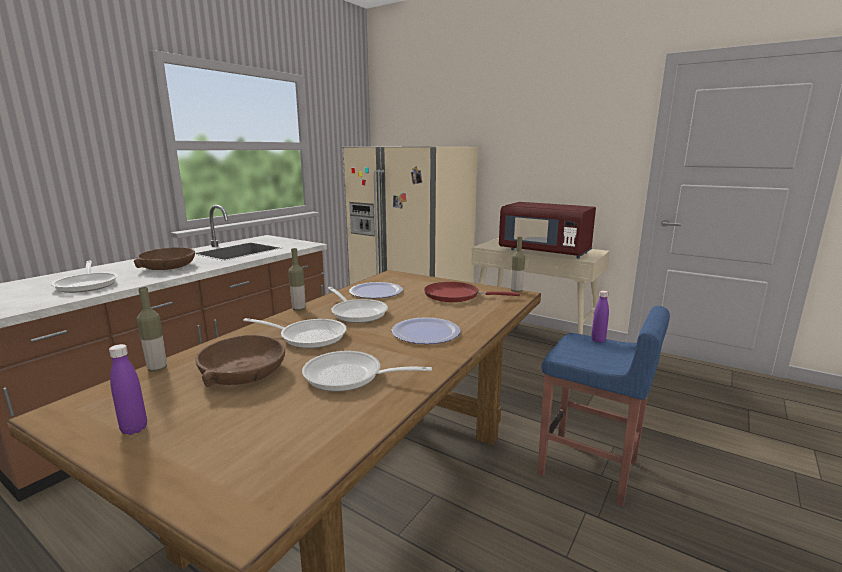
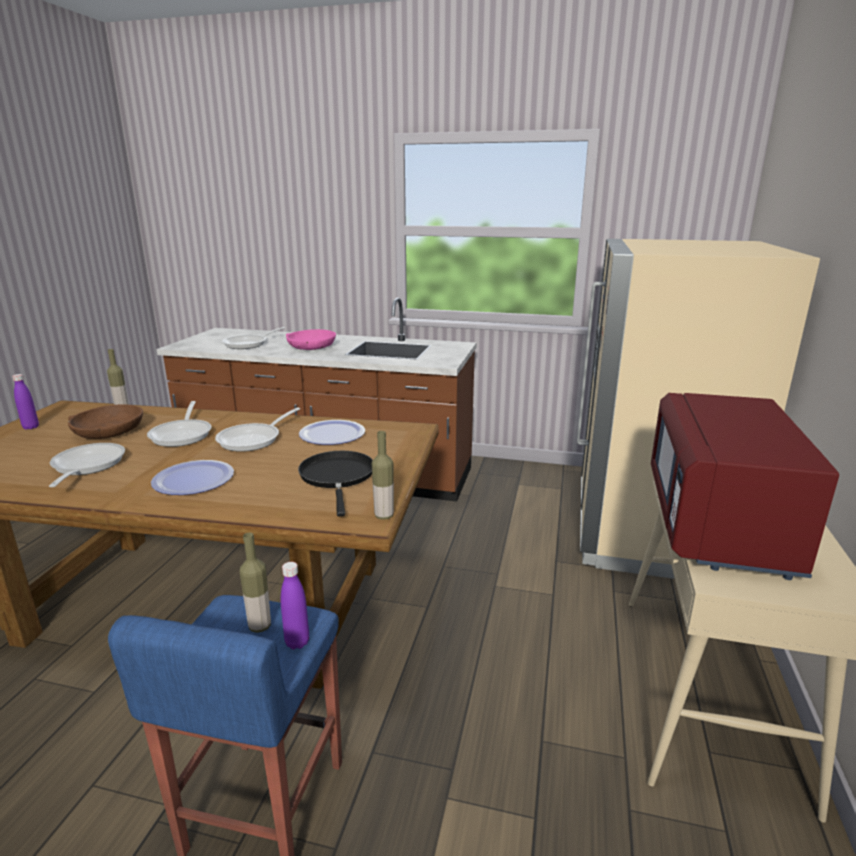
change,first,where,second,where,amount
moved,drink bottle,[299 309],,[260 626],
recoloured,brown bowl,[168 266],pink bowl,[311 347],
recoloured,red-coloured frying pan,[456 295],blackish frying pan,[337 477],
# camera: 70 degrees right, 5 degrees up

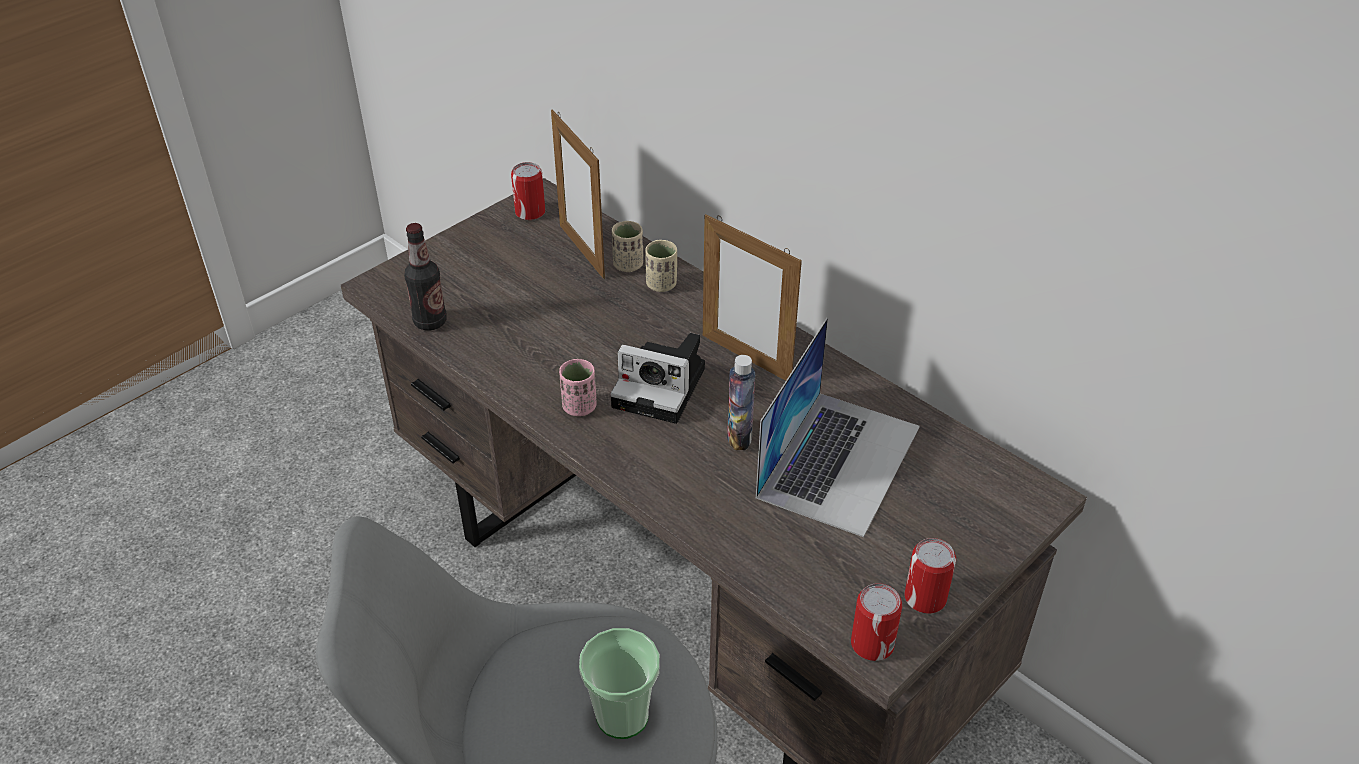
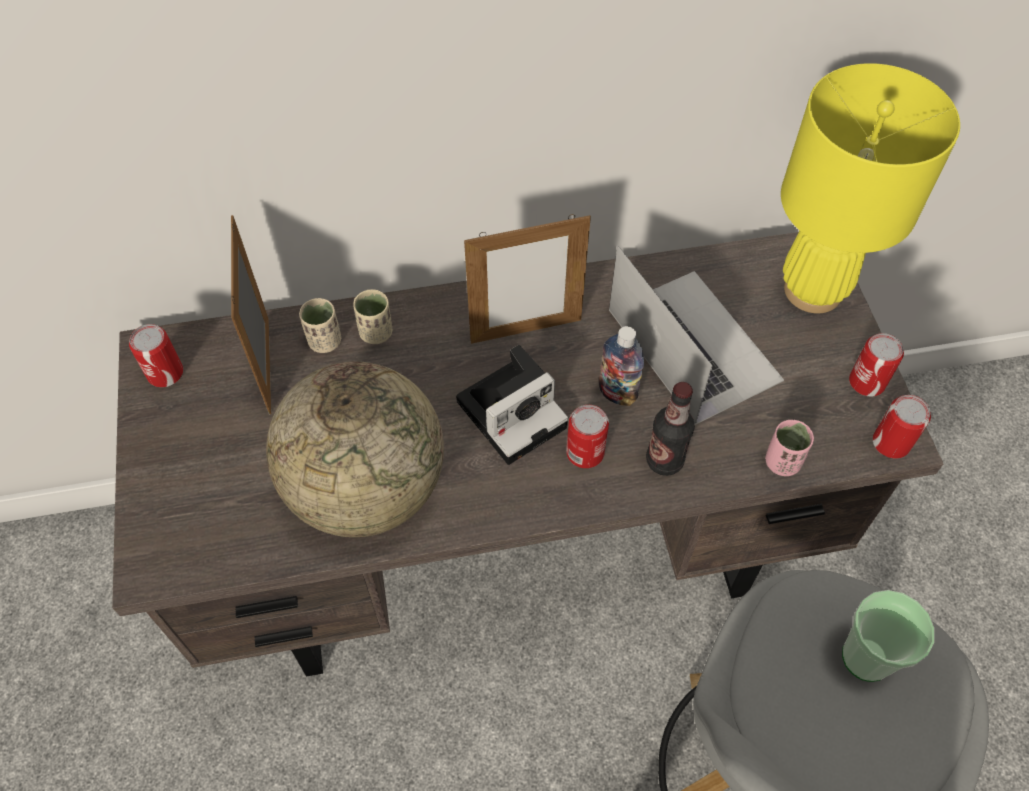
change,first,where,second,where,amount
added,,,globe,[366 489],
added,,,sealed can,[585 452],
added,,,yellowish table lamp,[813 290],
moved,drink bottle,[430 322],,[664 461],
moved,pink cup,[579 407],,[782 462],
turned,photo frame,[582 251],,[269 365],75 degrees clockwise
# camera: 55 degrees left, 15 degrees up

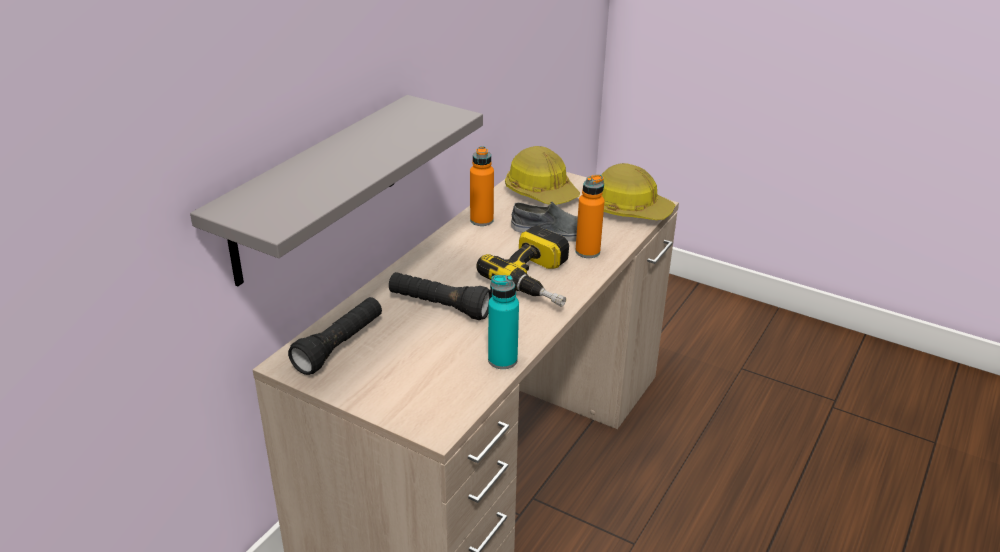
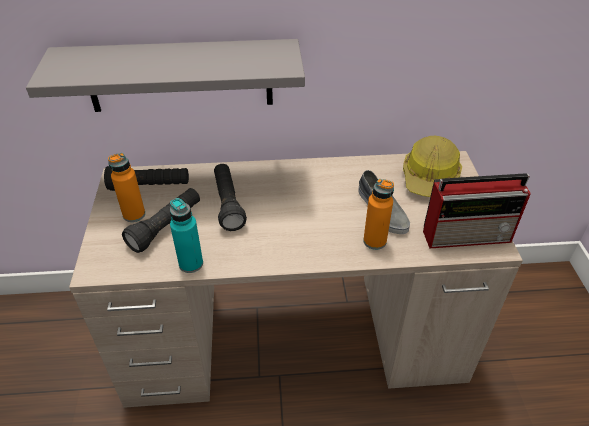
change,first,where,second,where,amount
removed,power drill,[539 280],,,
added,,,blackish hand torch,[166 227],
moved,orange drink bottle,[481 220],,[134 214],
replaced,safety helmet,[629 209],radio,[468 235],
# camera: 55 degrees right, 10 degrees up

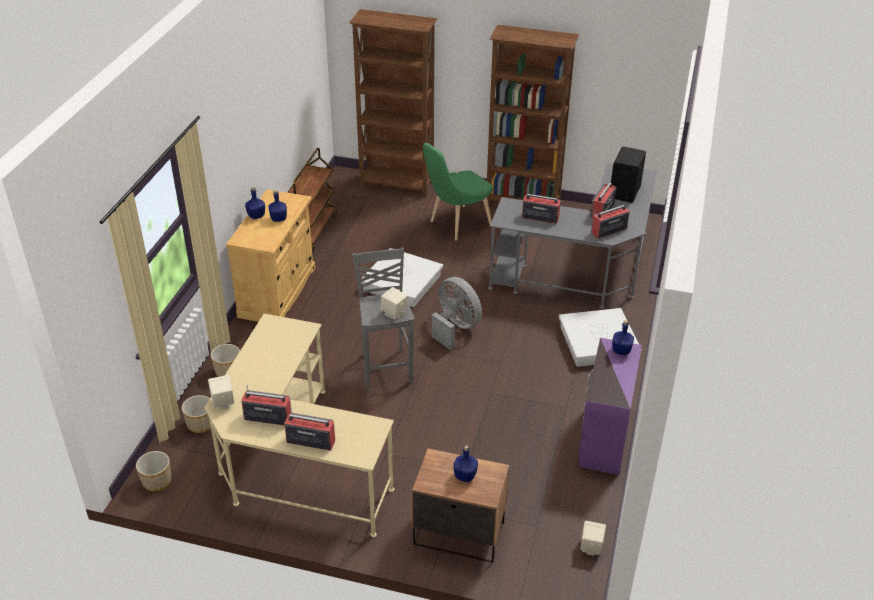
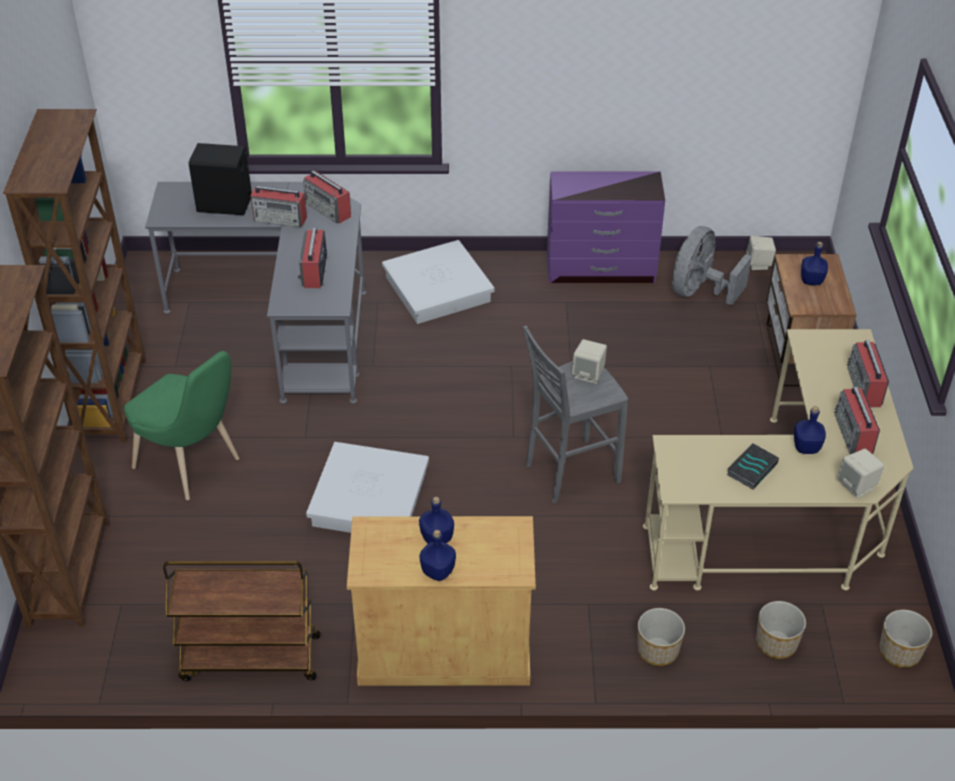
change,first,where,second,where,amount
added,,,book,[751 468],
moved,gray electric fan,[455 328],,[699 291],
moved,blue-coloured drink bottle,[621 351],,[806 447],
# camera: 105 degrees left, 5 degrees up

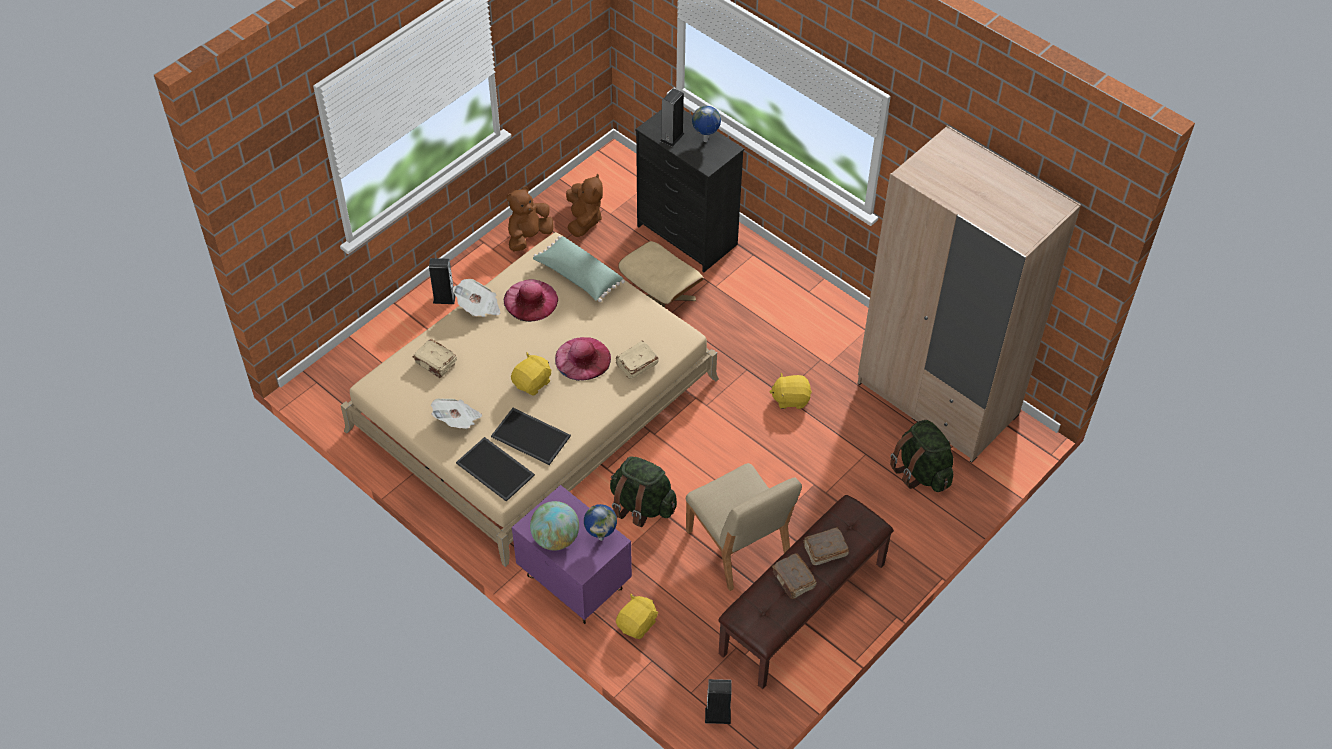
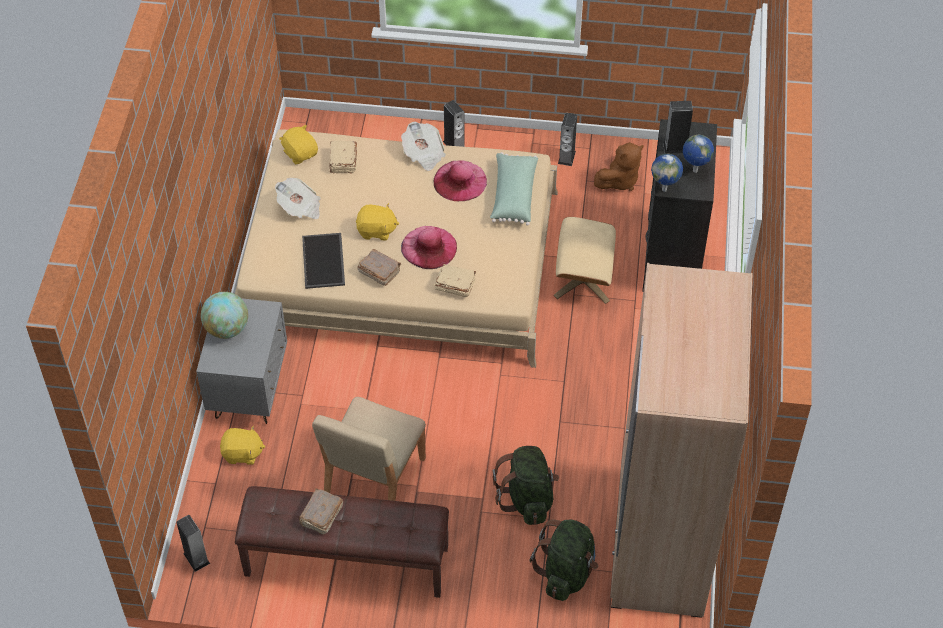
change,first,where,second,where,amount
removed,serving tray,[496 469],,,
moved,globe,[601 537],,[665 189],
moved,greenish backpack,[641 505],,[527 499],
moved,yellowish plush toy,[790 399],,[300 153],
moved,brown book,[824 551],,[379 272],
replaced,brown plush toy,[528 237],audio speaker,[566 157],
recoloured,purplish nightstand,[574 583],gray nightstand,[249 390],
# camera: 55 degrees right, 0 degrees up

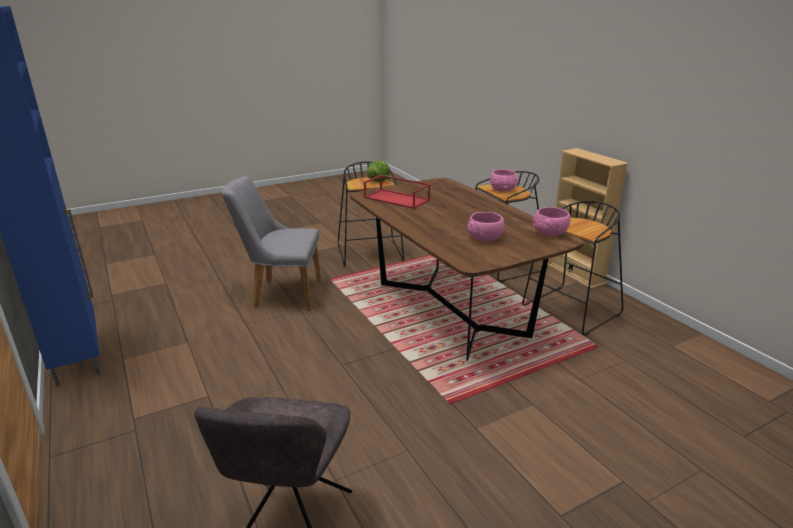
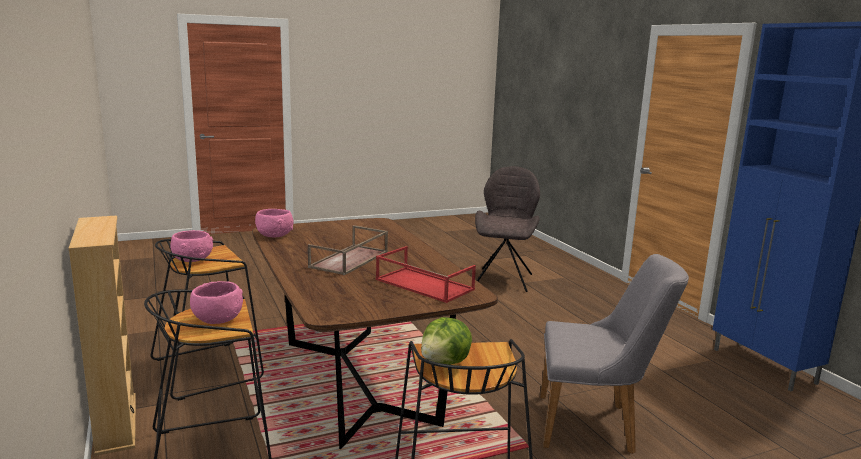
change,first,where,second,where,amount
added,,,brown serving tray,[349 260],
moved,pink bowl,[484 239],,[193 259],
# camera: 175 degrees left, 10 degrees down

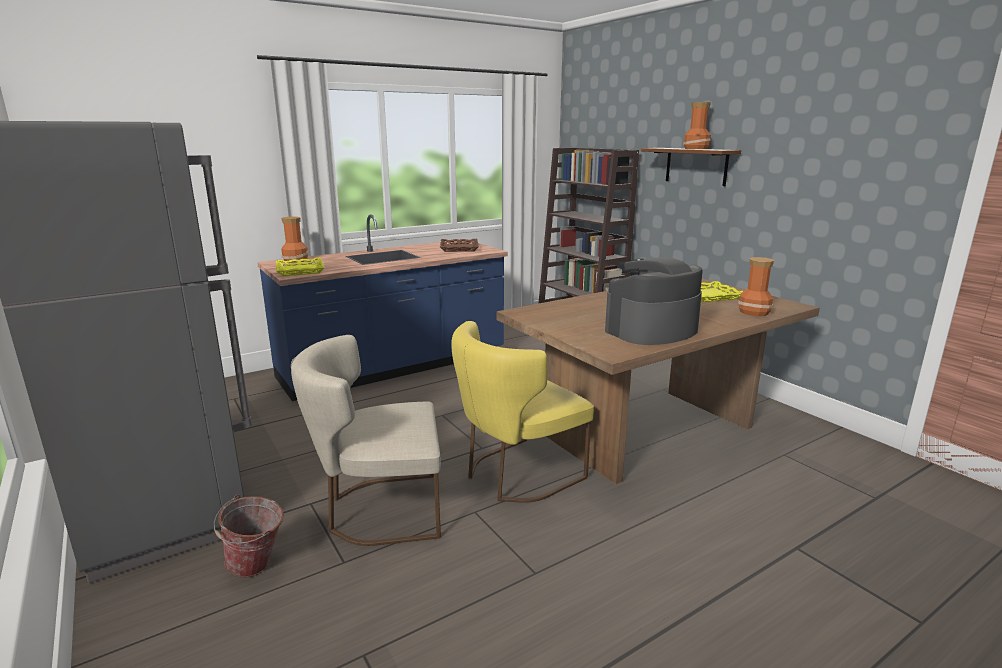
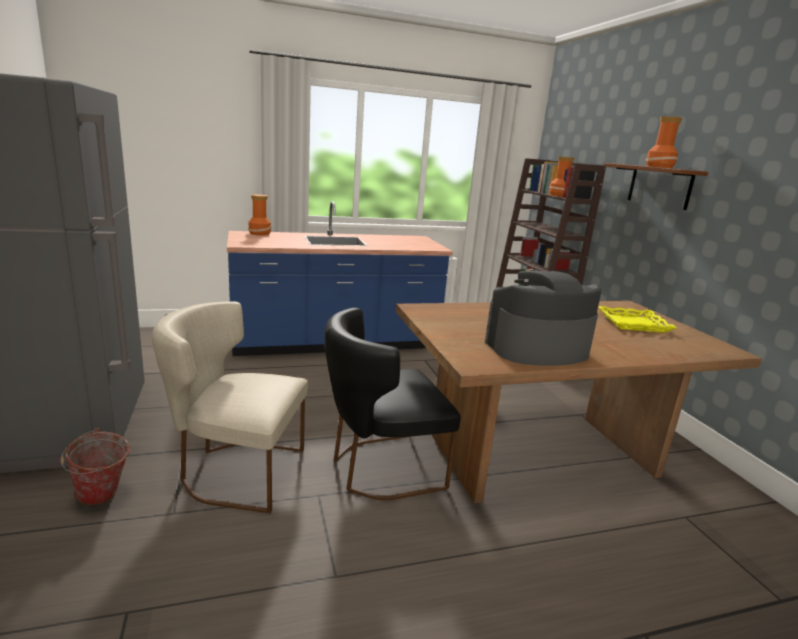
change,first,where,second,where,amount
removed,yellowish serving tray,[300 270],,,
removed,brown serving tray,[459 248],,,
moved,decorative vase,[753 312],,[559 195],
recoloured,yellowish plain chair,[516 475],blackish plain chair,[380 468],
# camera: 15 degrees right, 0 degrees up

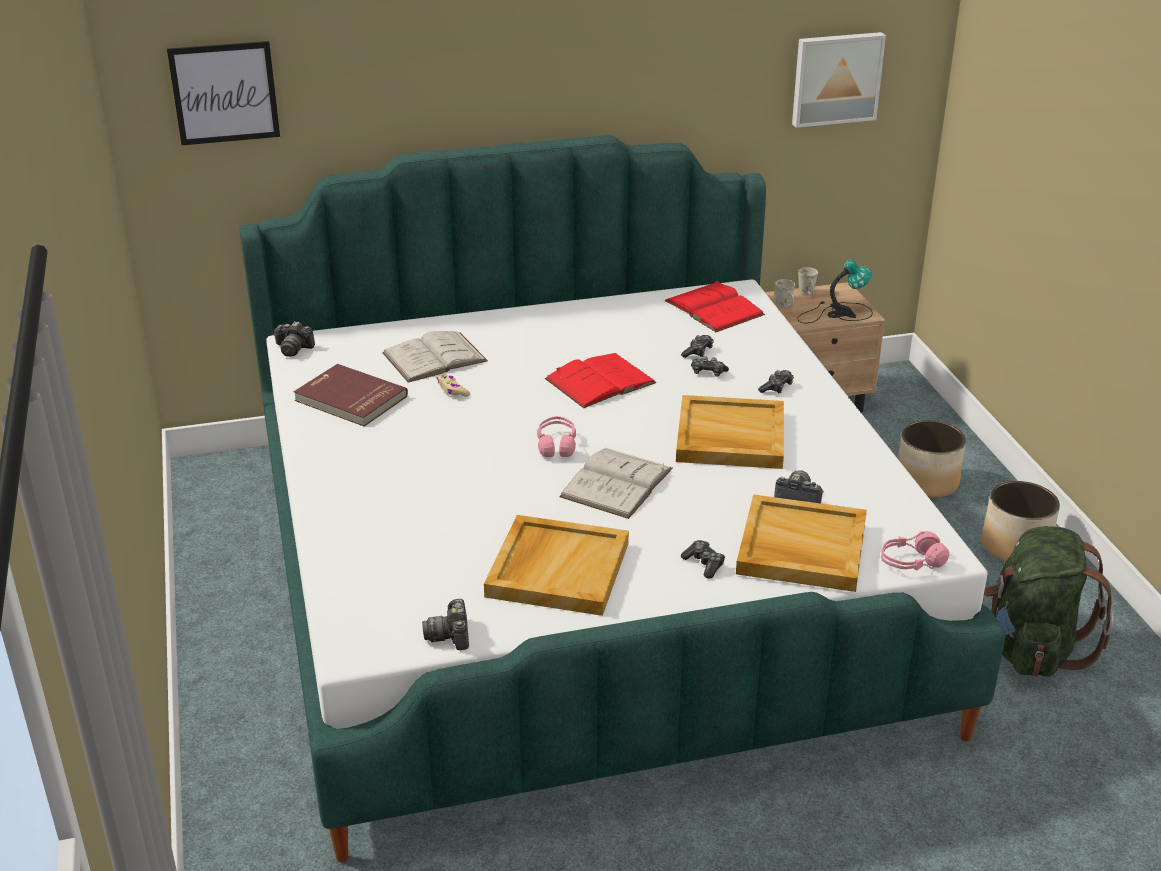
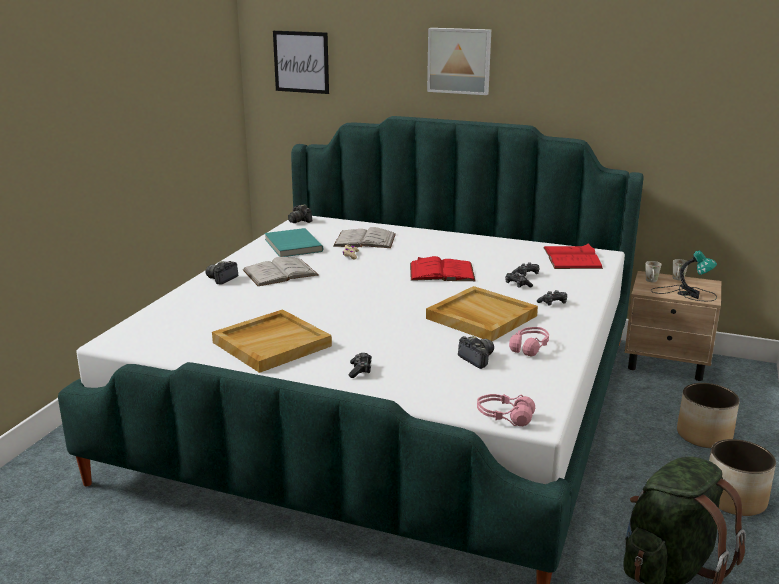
change,first,where,second,where,amount
removed,beige-coloured serving tray,[800 548],,,
moved,photo camera,[450 635],,[222 279],
moved,pink headphones,[556 445],,[529 348],
moved,white-coloured book,[616 482],,[280 272],
moved,wall art,[836 78],,[459 60],
recoloured,red-coloured book,[350 399],turquoise book,[292 245],
# camera: 35 degrees right, 10 degrees down

